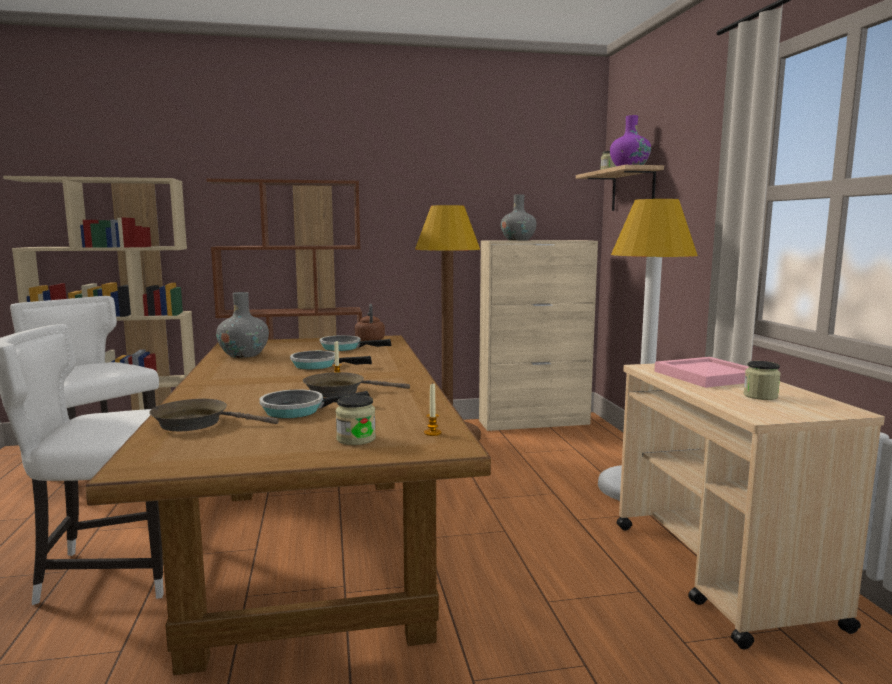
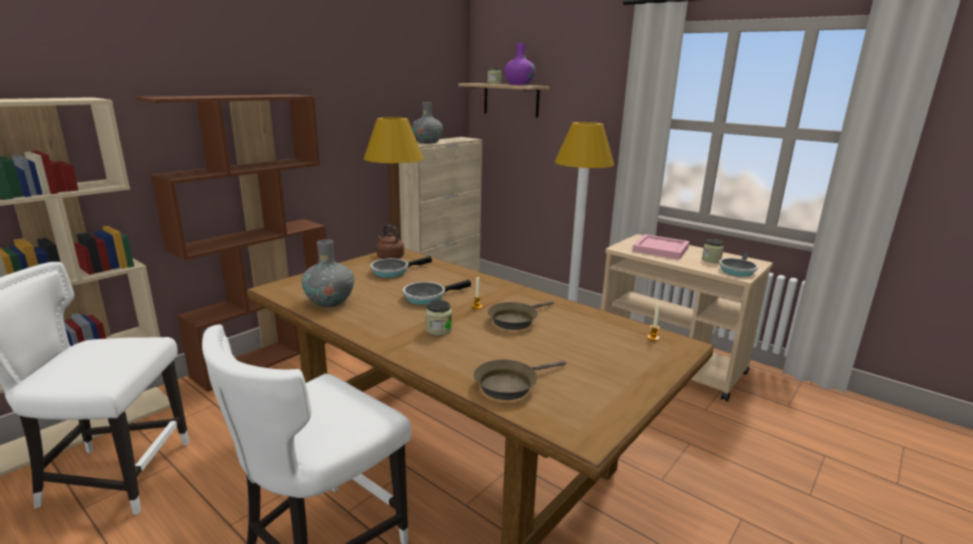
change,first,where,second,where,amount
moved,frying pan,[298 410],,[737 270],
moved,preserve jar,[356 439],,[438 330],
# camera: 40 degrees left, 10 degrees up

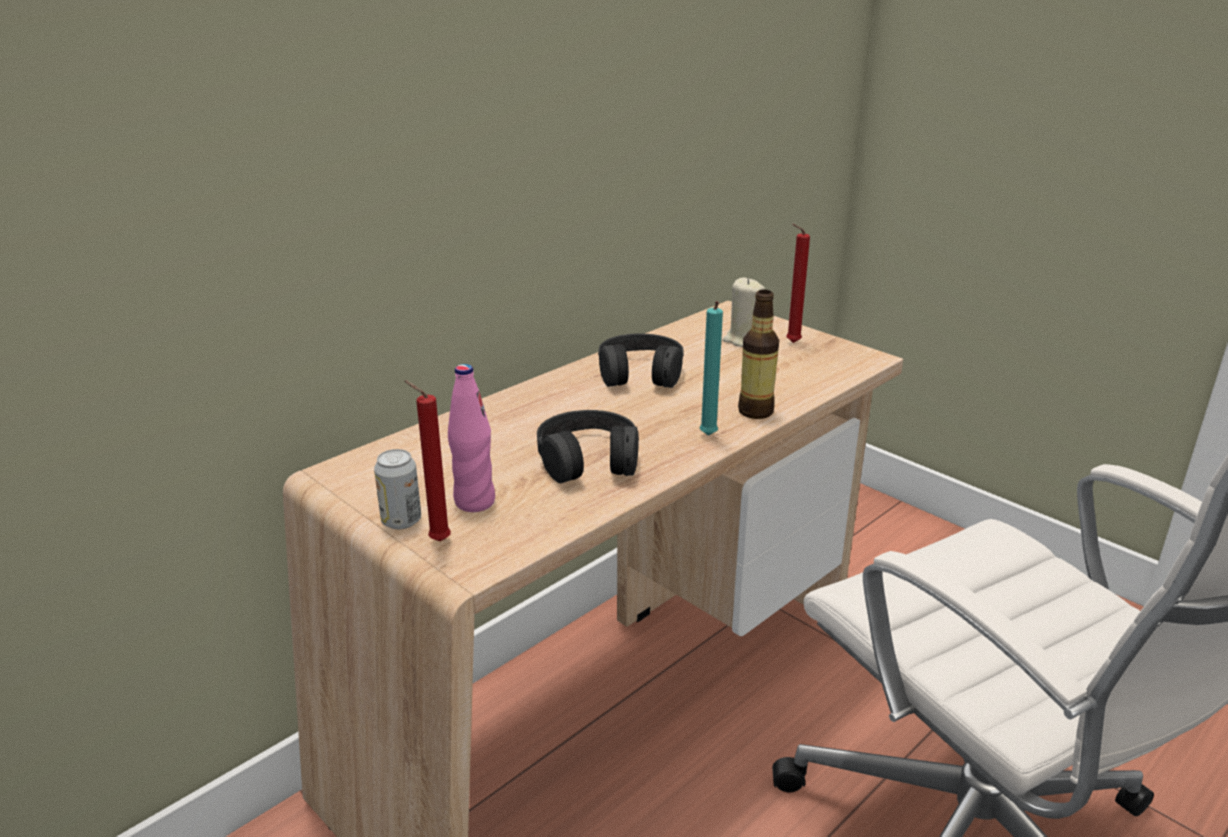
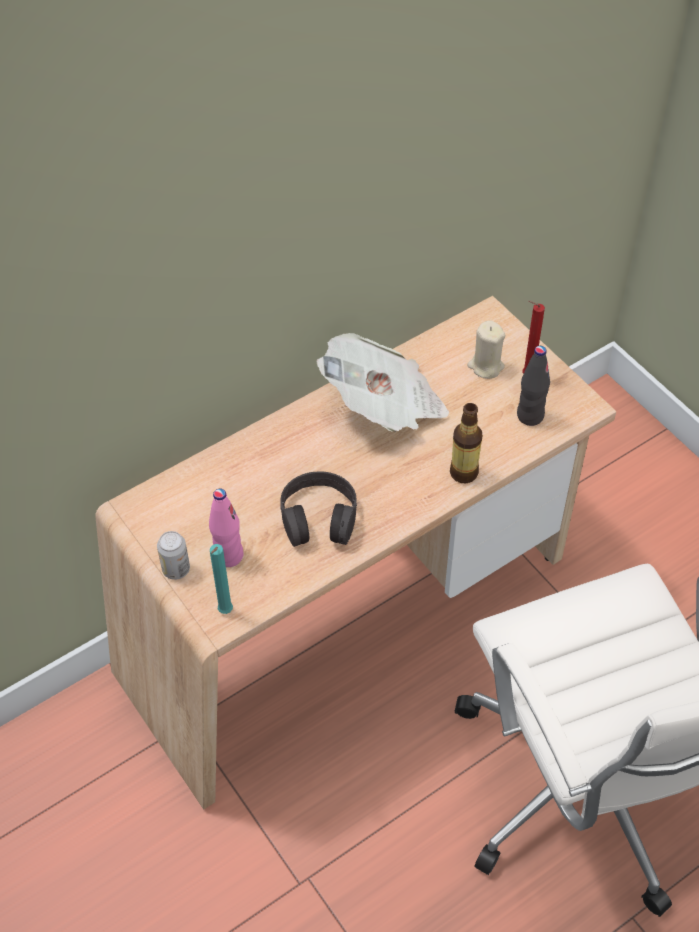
change,first,where,second,where,amount
removed,red-coloured wax candle,[436 541],,,
added,,,blackish drink bottle,[530 416],
moved,turquoise wax candle,[708 437],,[224 613],
replaced,blackish headphones,[640 373],newspaper,[384 406],
# camera: 10 degrees right, 25 degrees up

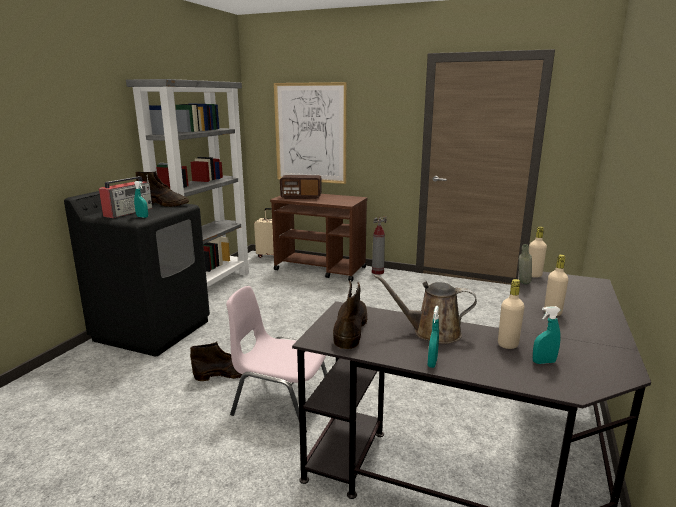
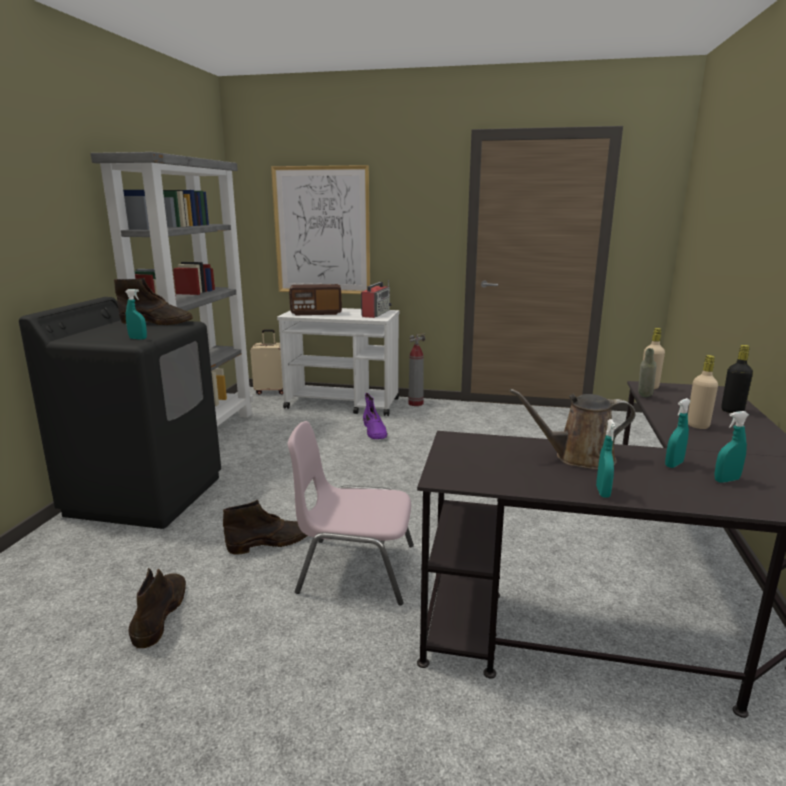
change,first,where,second,where,amount
added,,,purplish tall boot,[375 431],
added,,,blackish drink bottle,[732 411],
moved,radio,[129 212],,[376 313],
moved,brown tall boot,[350 327],,[160 613],
replaced,beige-coloured drink bottle,[507 345],turquoise hand sprayer,[674 464],
recoloured,brown trolley,[321 269],white-coloured trolley,[343 404],
# camera: 10 degrees left, 0 degrees up

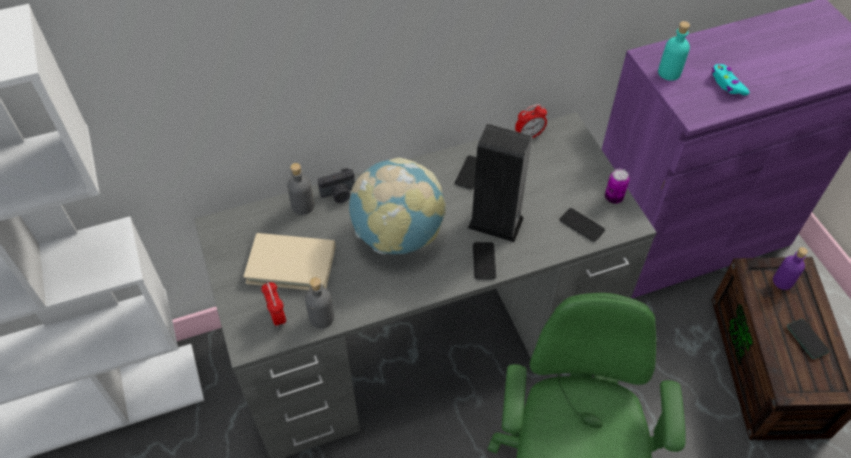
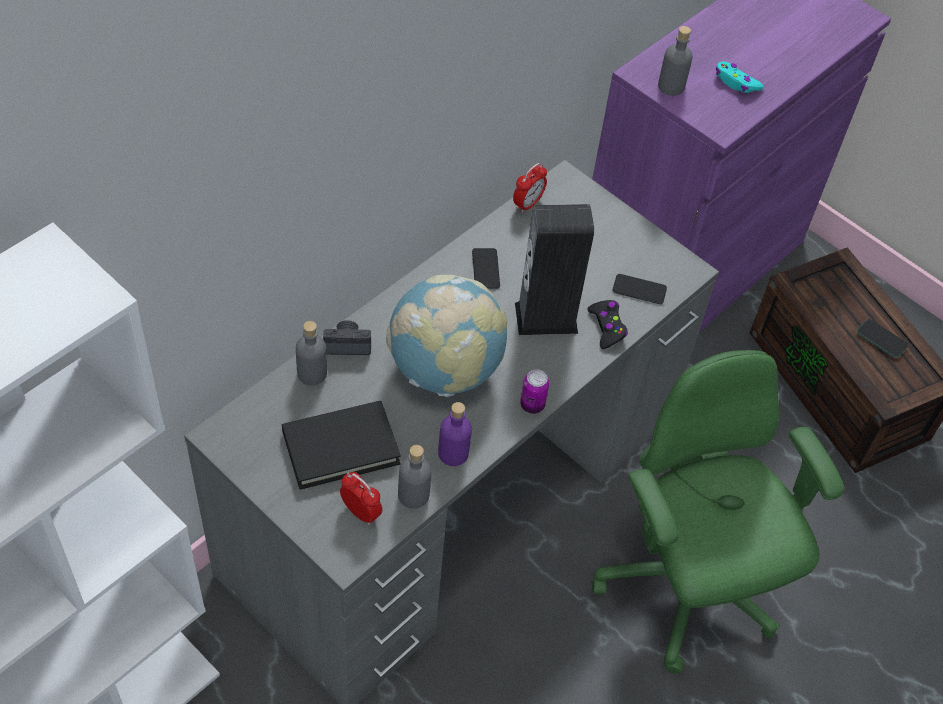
change,first,where,second,where,amount
removed,phone,[484 261],,,
added,,,blackish gamepad,[607 327],
moved,sealed can,[613 197],,[532 405],
moved,purplish drink bottle,[783 281],,[453 453],
recoloured,beige-coloured book,[291 264],blackish book,[341 447],
recoloured,turquoise drink bottle,[669 72],gray drink bottle,[671 86],
turned,photo camera,[339 194],,[347 345],135 degrees counterclockwise
# camera: 30 degrees left, 0 degrees up

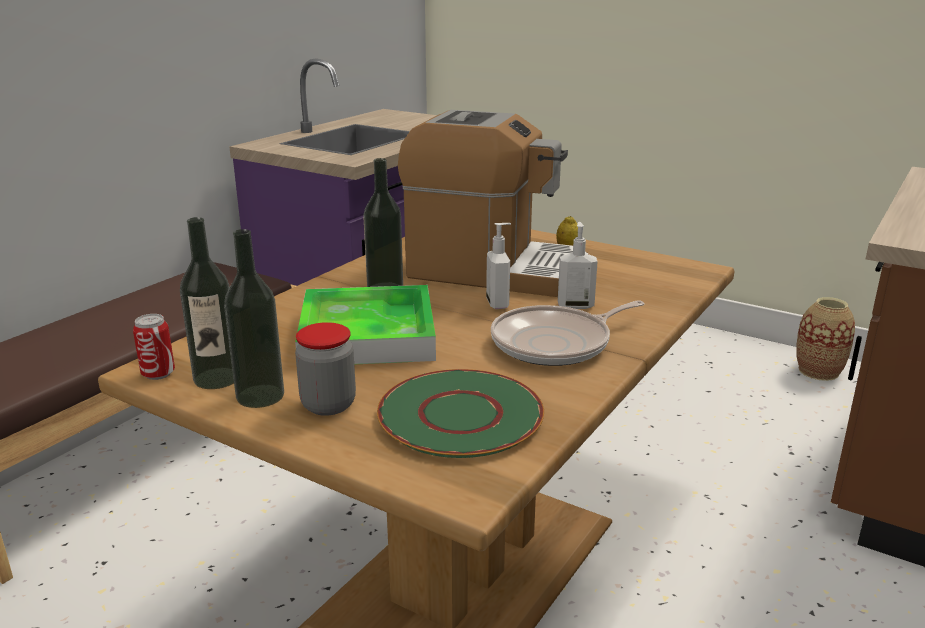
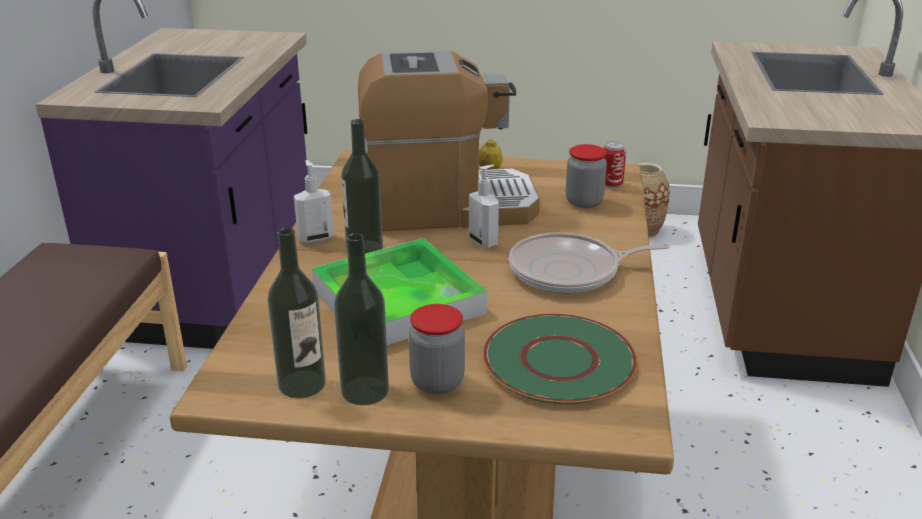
change,first,where,second,where,amount
added,,,preserve jar,[584 202],
moved,sealed can,[158 374],,[611 184],
moved,soap dispenser,[575 305],,[315 238],
turned,frying pan,[556 343],,[570 271],45 degrees clockwise
# camera: 25 degrees left, 5 degrees up

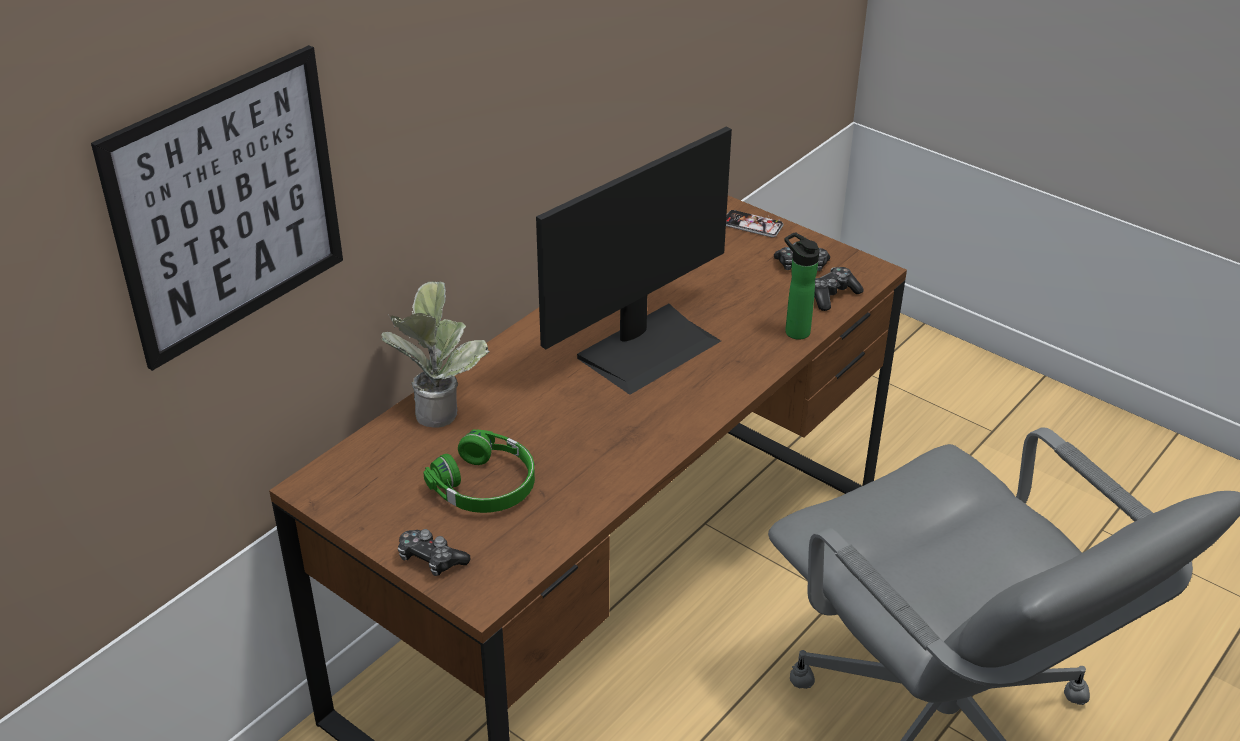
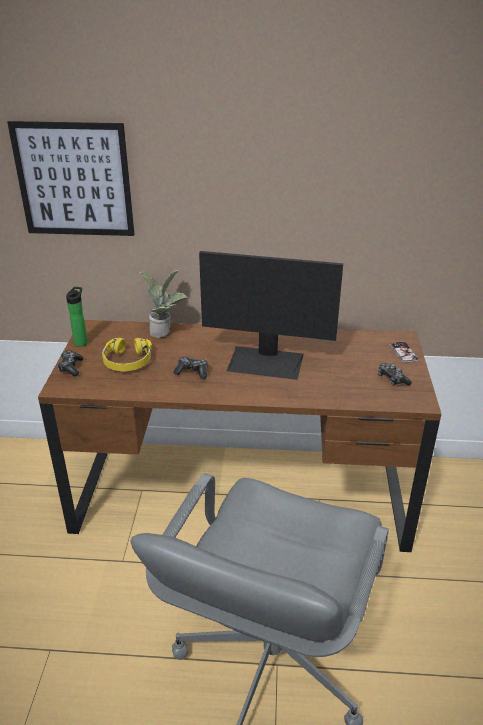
change,first,where,second,where,amount
moved,drink bottle,[794 330],,[82 342],
moved,gamepad,[832 295],,[192 372],
recoloured,greenish headphones,[486 485],yellowish headphones,[127 361],
# camera: 55 degrees right, 5 degrees down

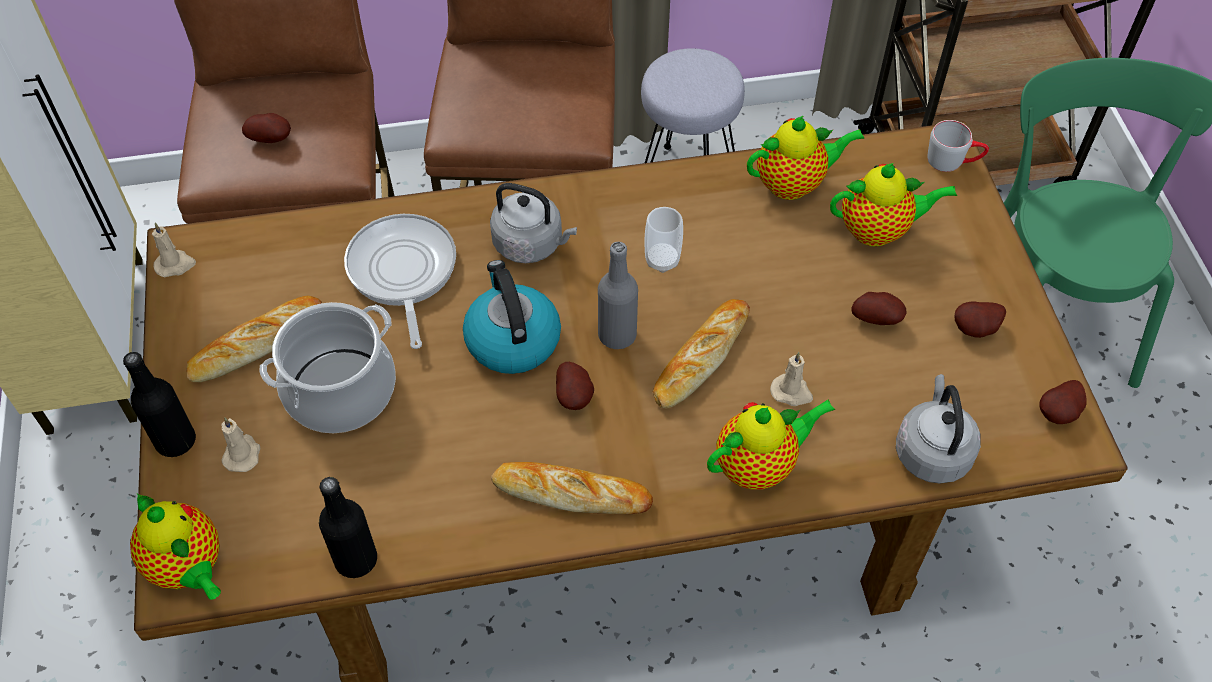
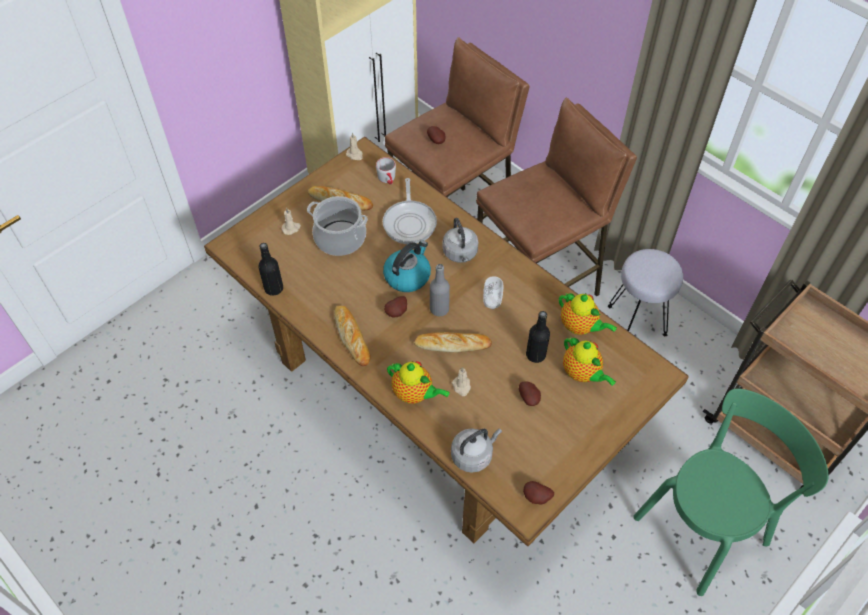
change,first,where,second,where,amount
removed,tea pot,[189 567],,,
removed,potato,[976 330],,,
moved,blackish drink bottle,[176 441],,[535 355],
moved,gray coffee mug,[953 161],,[388 180],
turned,frying pan,[402 272],,[410 222],135 degrees clockwise
# camera: 55 degrees right, 0 degrees up

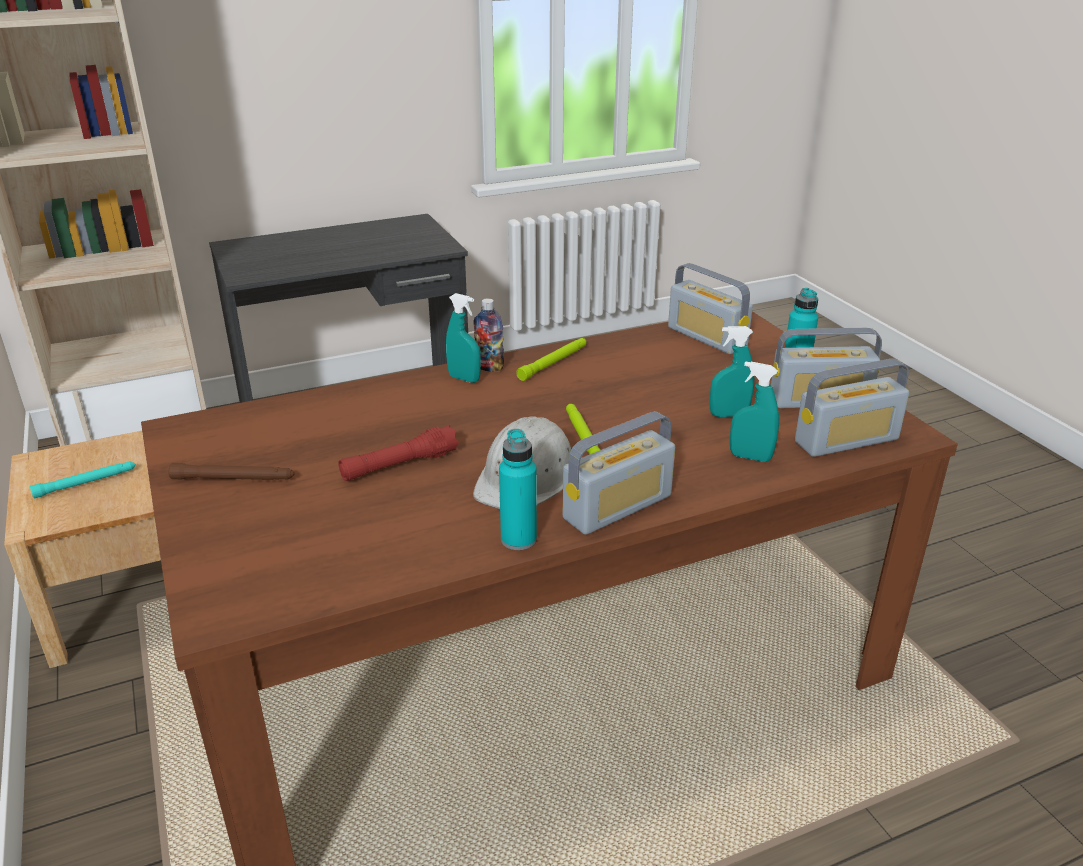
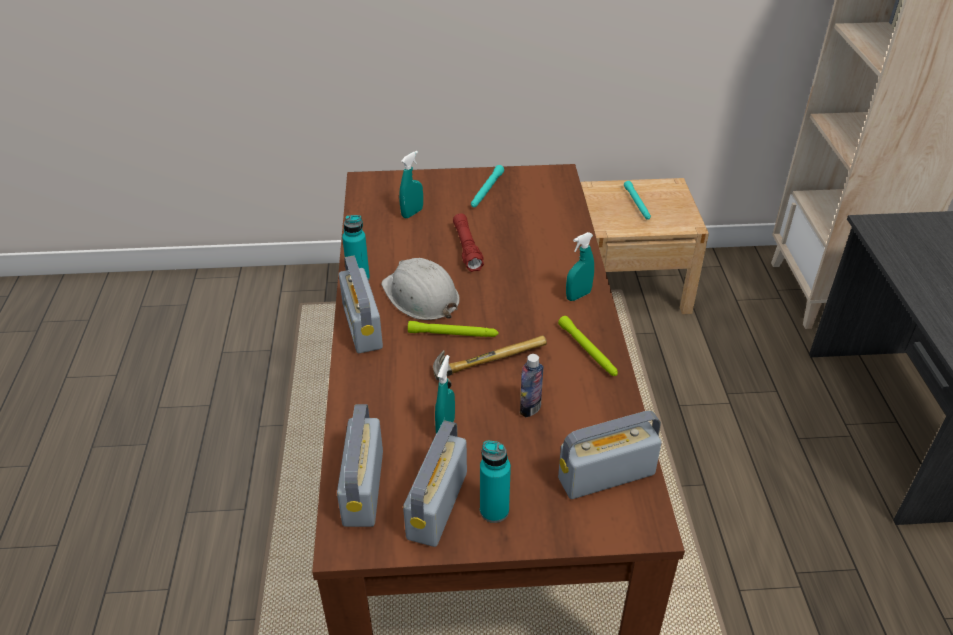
change,first,where,second,where,amount
added,,,hand hammer,[487 359],
moved,drink bottle,[489 367],,[530 408],
moved,turquoise hand sprayer,[750 457],,[412 213],
recoloured,brown hand torch,[234 479],turquoise hand torch,[486 191],
# camera: 110 degrees right, 10 degrees up

